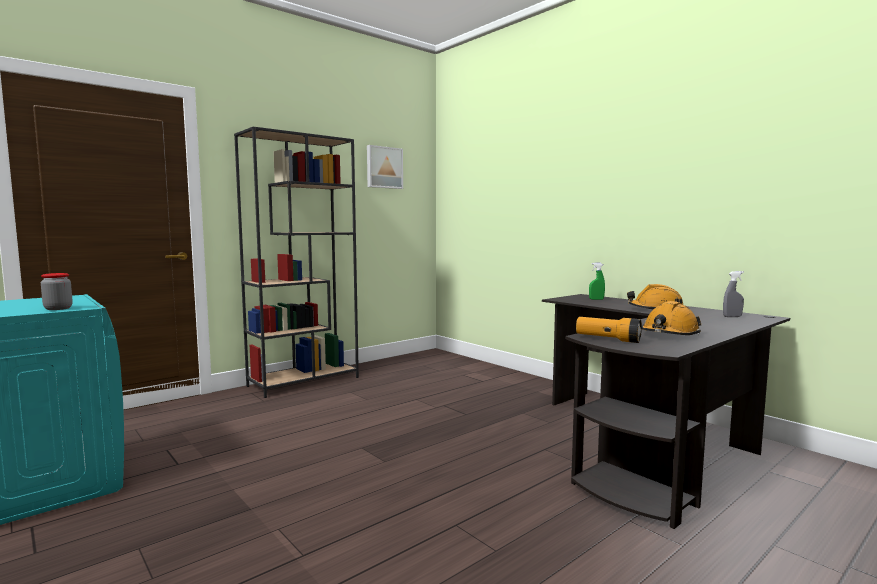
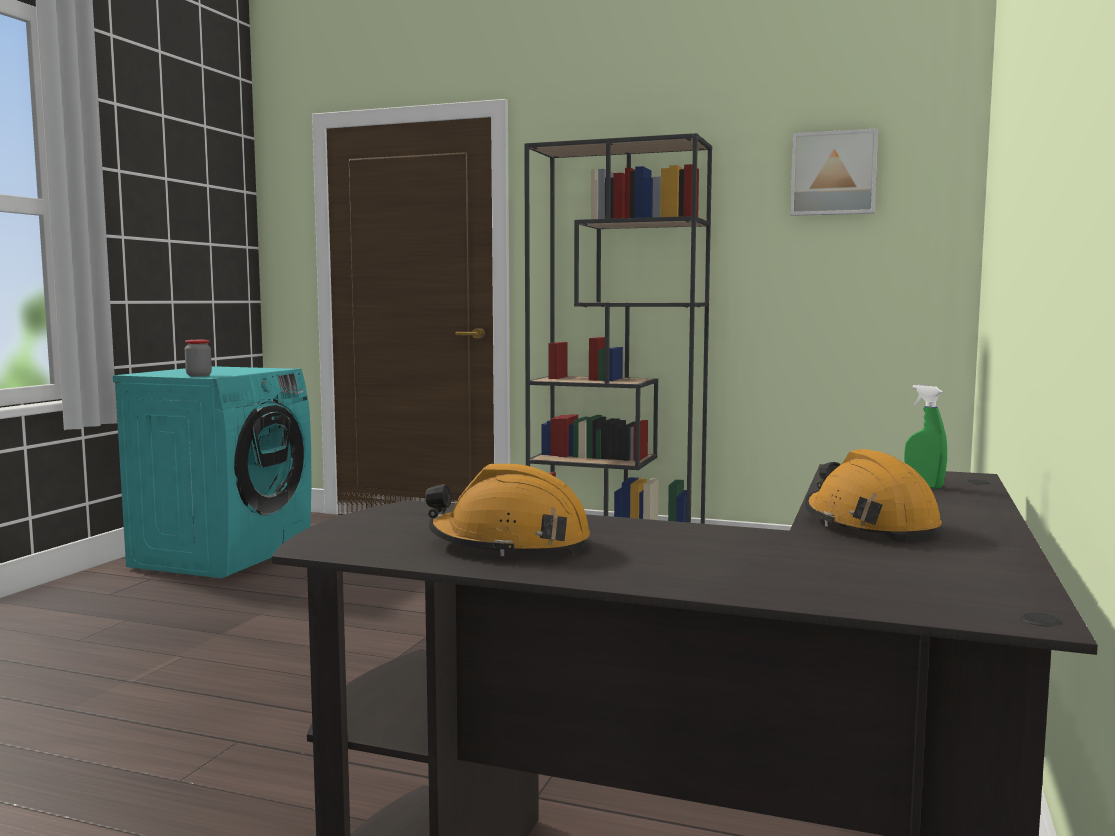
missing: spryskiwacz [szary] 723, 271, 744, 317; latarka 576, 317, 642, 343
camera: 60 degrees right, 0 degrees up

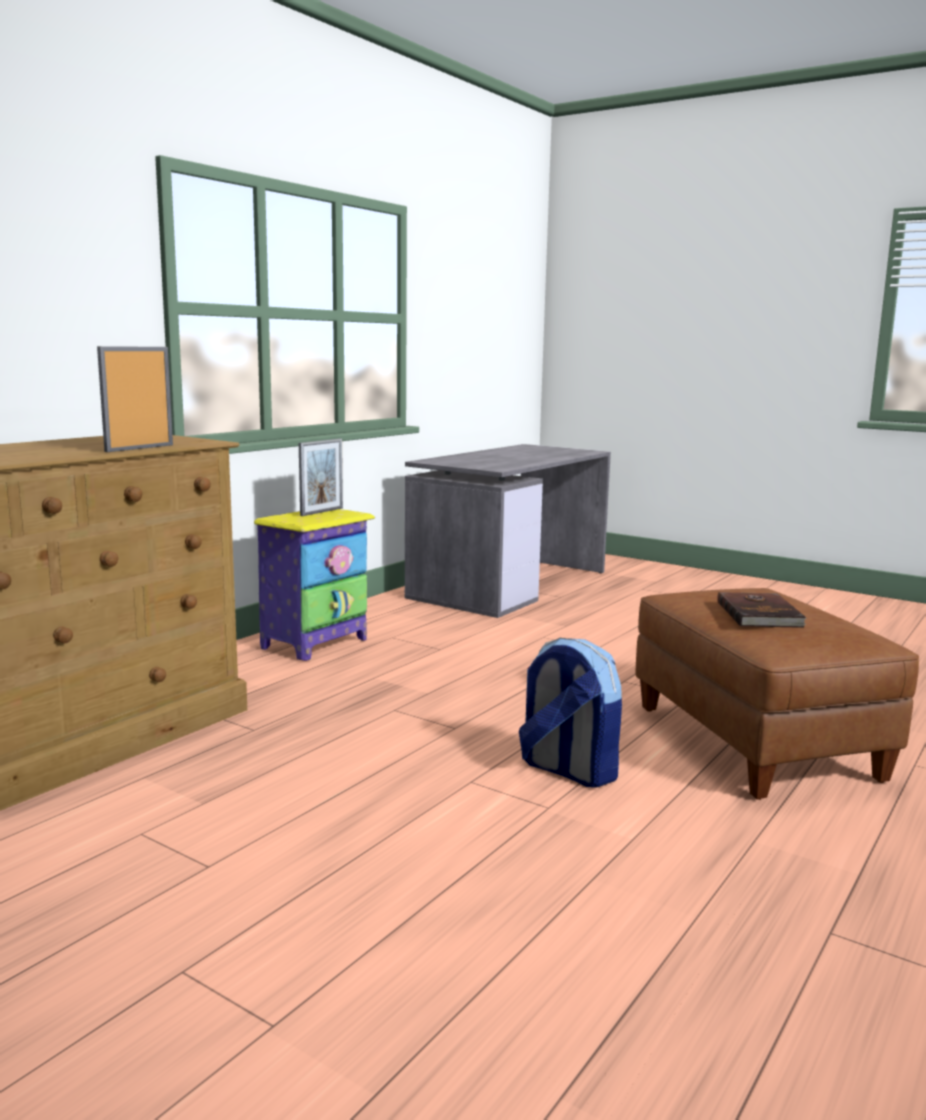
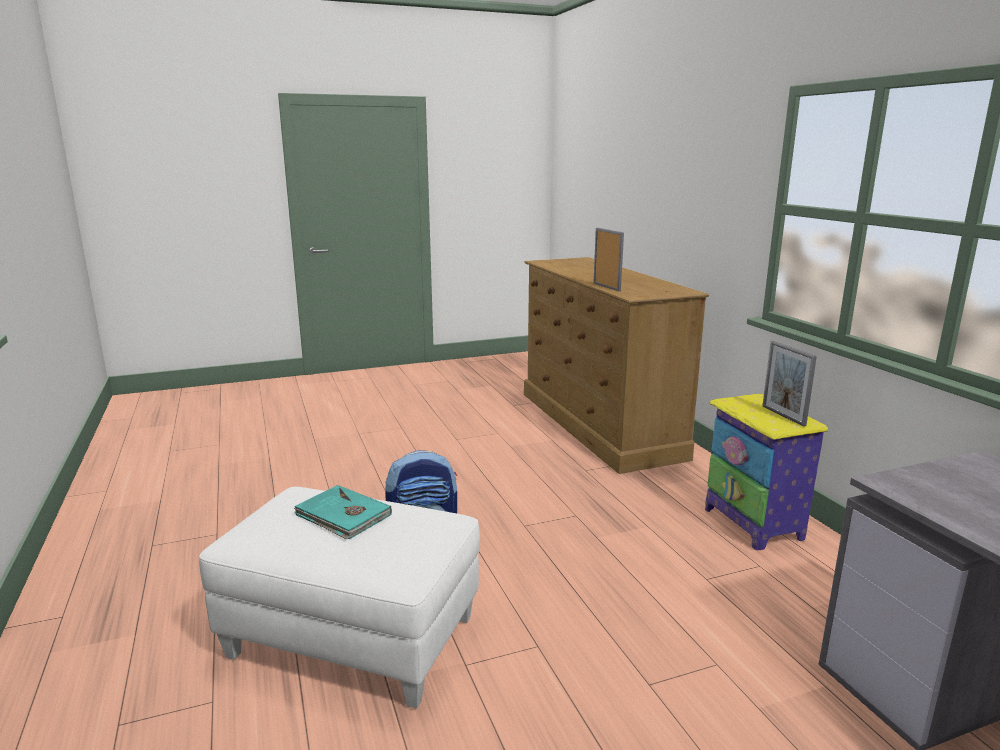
colour: pufa [brązowy] 636, 588, 919, 800 to pufa [biały] 199, 487, 480, 709; książka [brązowy] 717, 592, 807, 628 to książka [turkusowy] 294, 485, 392, 539
camera: 125 degrees right, 5 degrees up

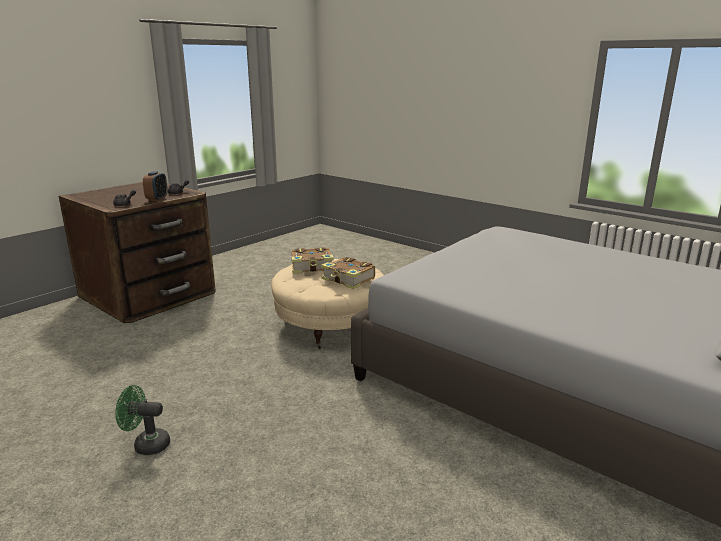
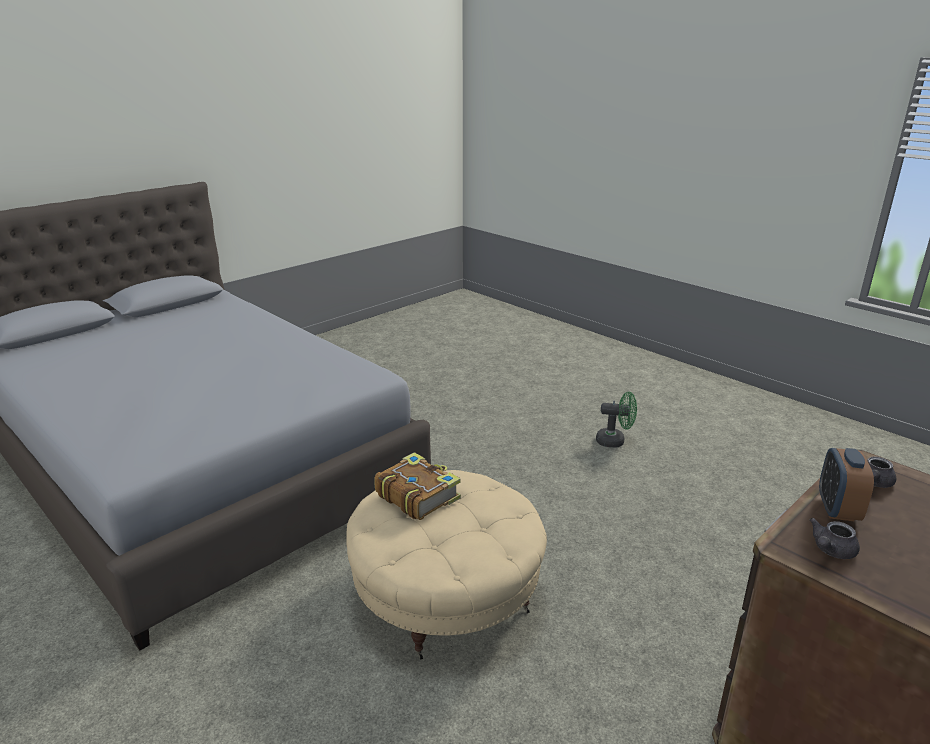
missing: książka 292, 247, 334, 273
camera: 175 degrees left, 5 degrees up

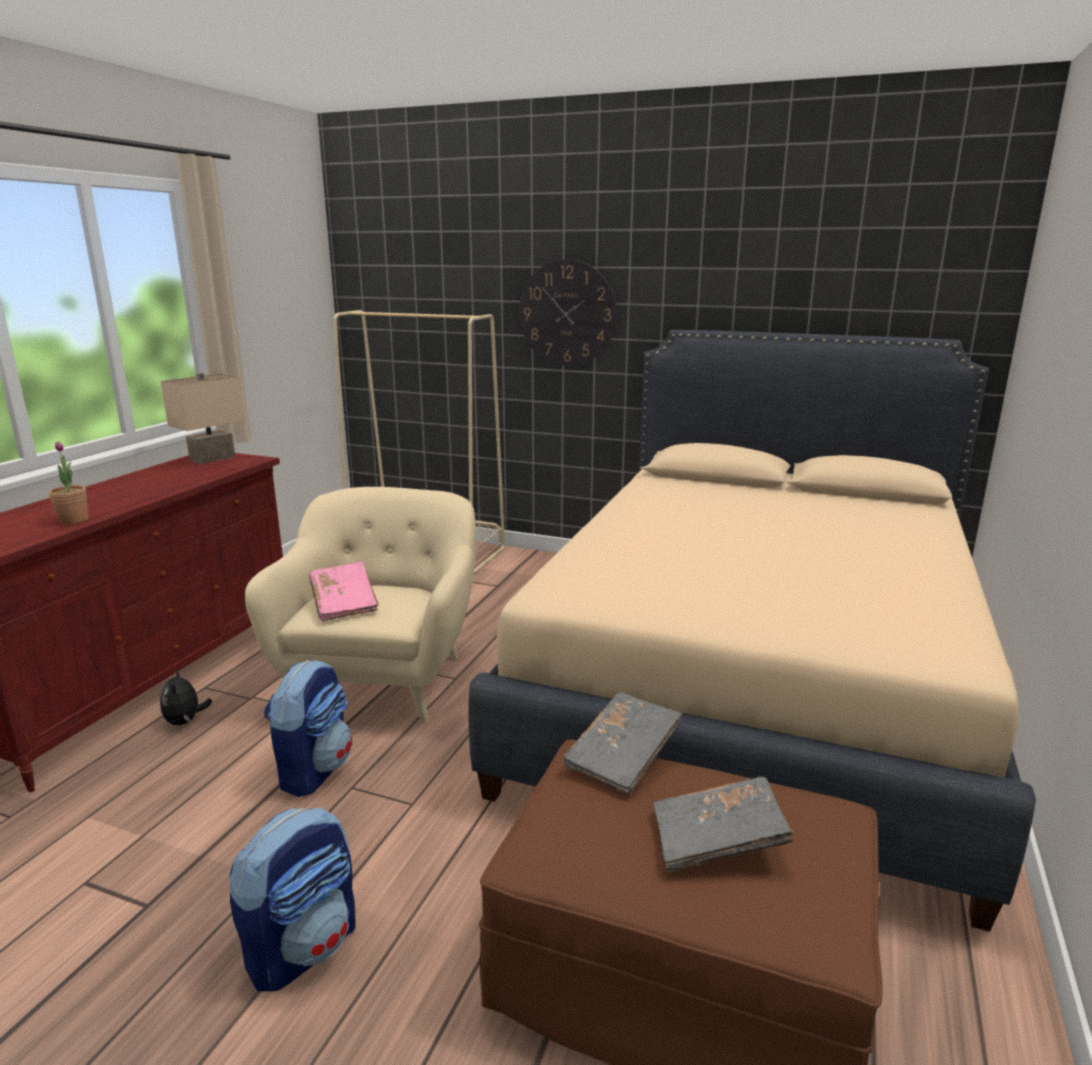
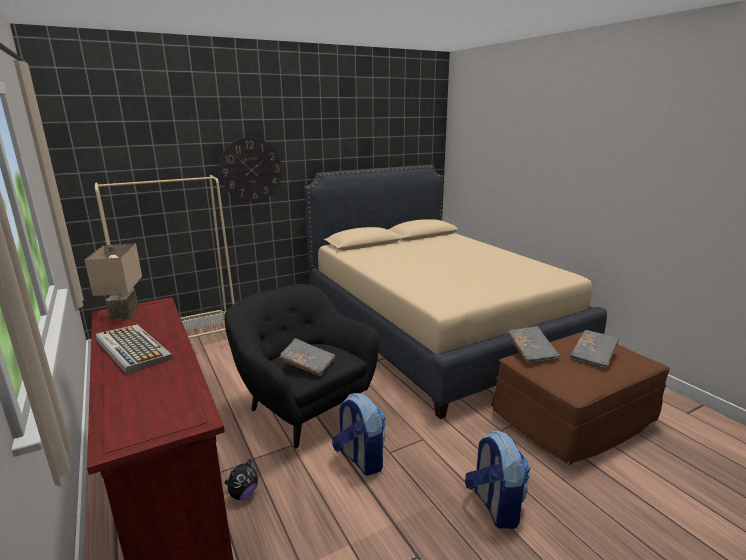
missing: roślina doniczkowa 49, 441, 89, 524
appeared: klawiatura 96, 324, 173, 374
colour: fotel [beżowy] 245, 487, 475, 723 to fotel [czarny] 224, 284, 380, 448; książka [różowy] 309, 561, 379, 621 to książka [szary] 279, 338, 335, 376
spun: pluszak 160, 668, 212, 725 = 225, 458, 258, 500 75 degrees counterclockwise
camera: 50 degrees left, 0 degrees up

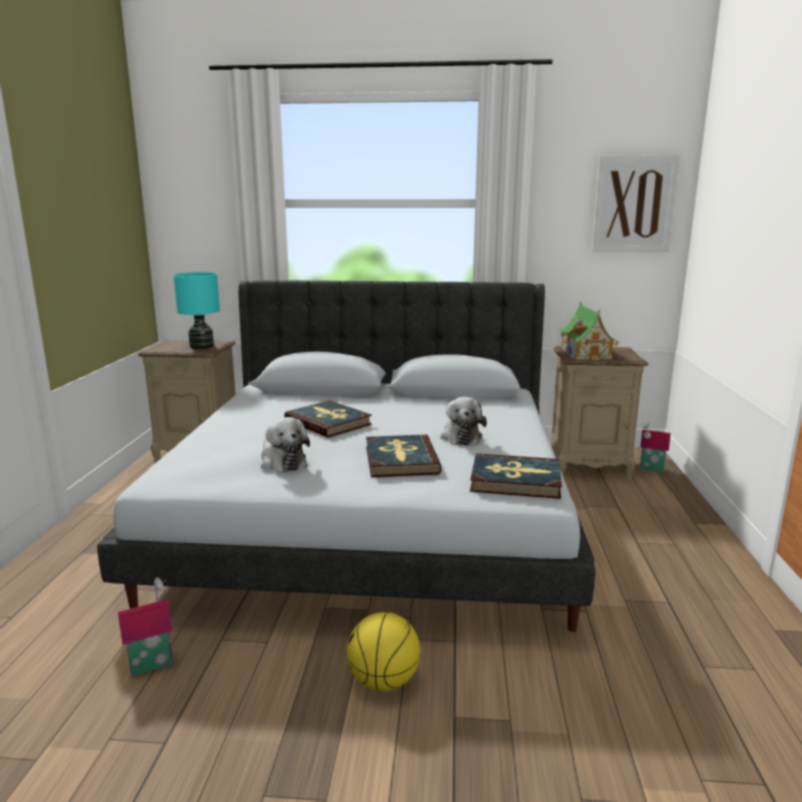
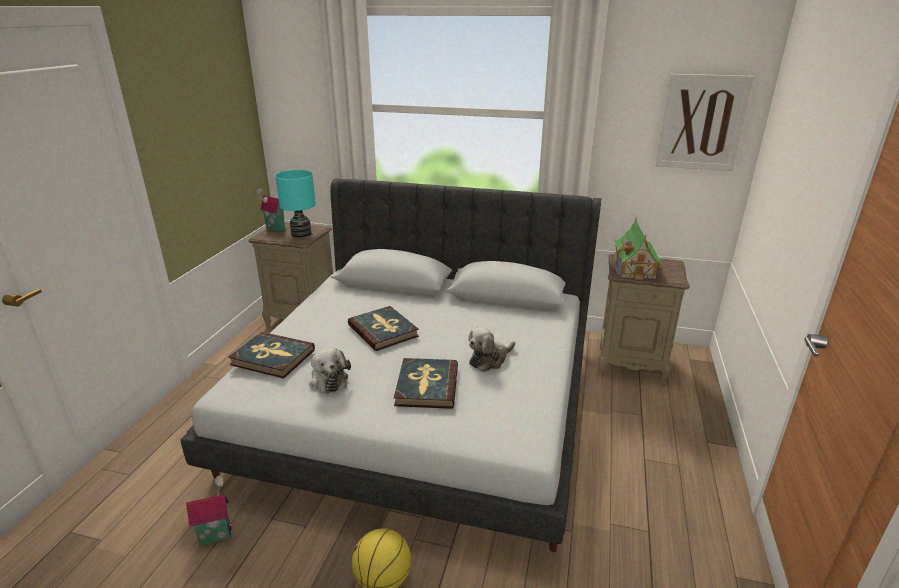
relocated: domek 639, 423, 671, 472 to 256, 189, 285, 232; książka 470, 453, 562, 499 to 228, 332, 315, 378
spun: pluszak 440, 397, 487, 445 = 468, 327, 515, 372 45 degrees clockwise
camera: 10 degrees right, 10 degrees up

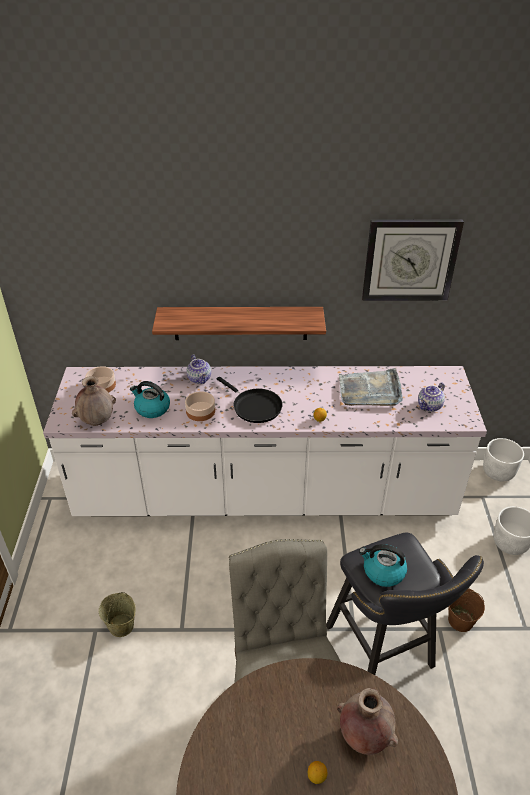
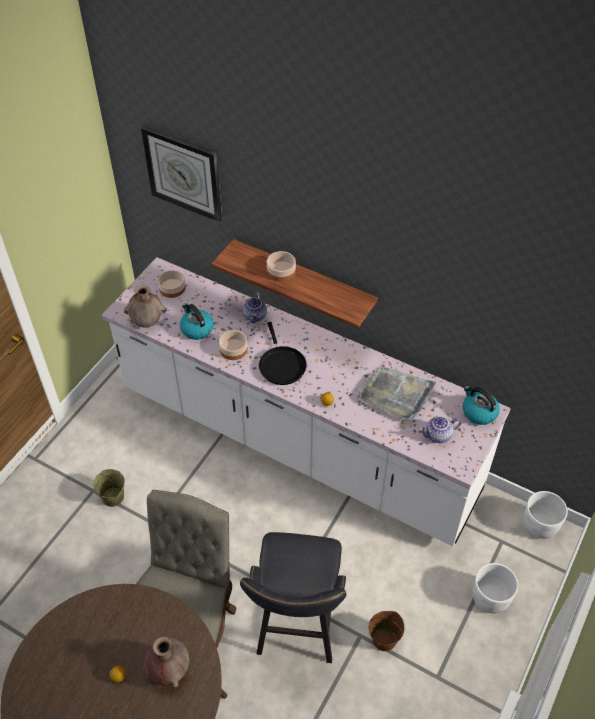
appeared: miska 267, 251, 296, 282
relocated: zegar ścienny 362, 219, 464, 301 to 141, 126, 222, 222; czajnik 359, 544, 407, 587 to 463, 386, 500, 425
camera: 30 degrees right, 10 degrees up

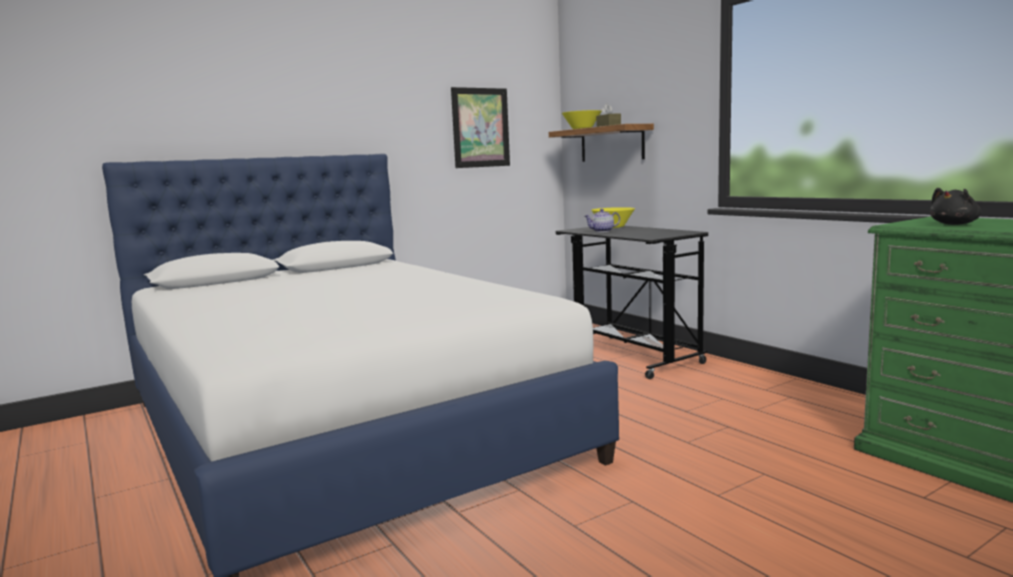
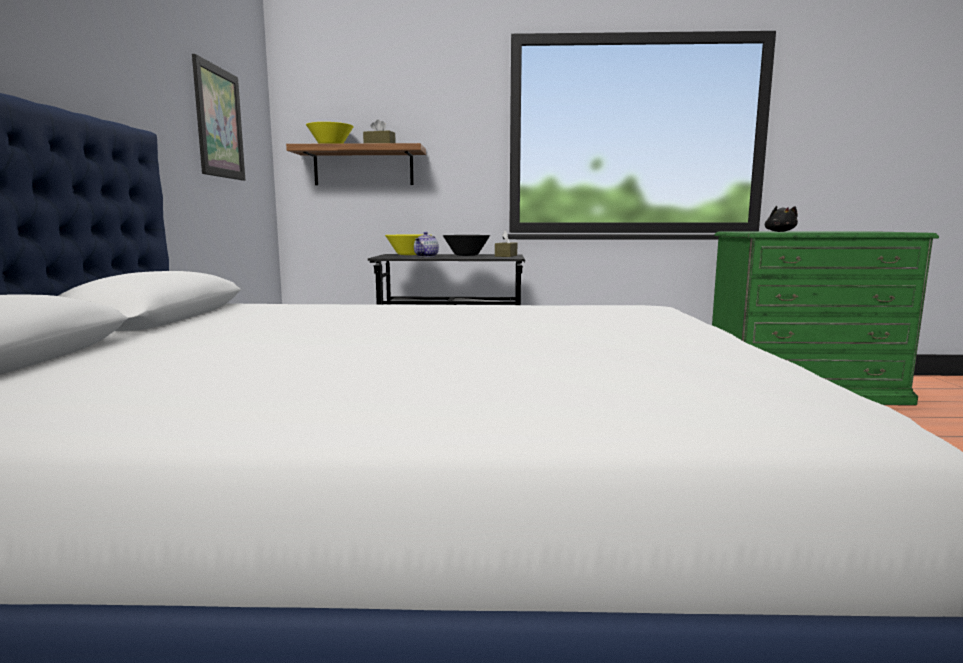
appeared: pudełko chusteczek [brązowy] 495, 230, 517, 257; miska [czarny] 443, 235, 490, 256
camera: 55 degrees left, 0 degrees up

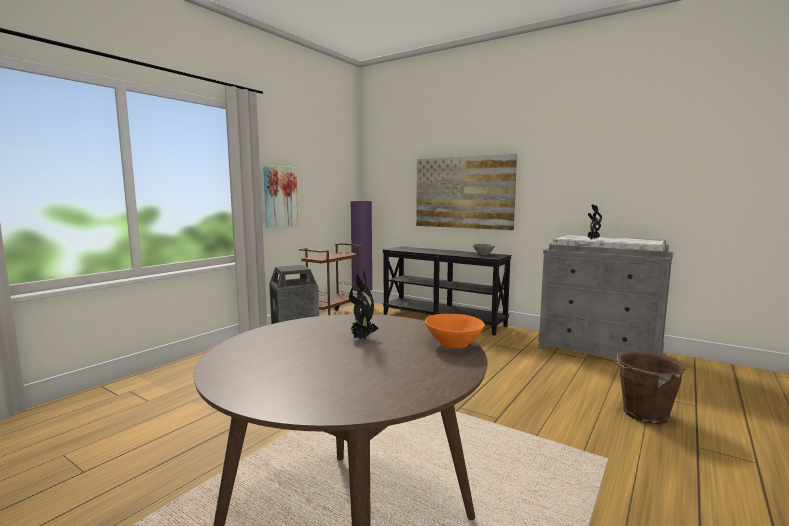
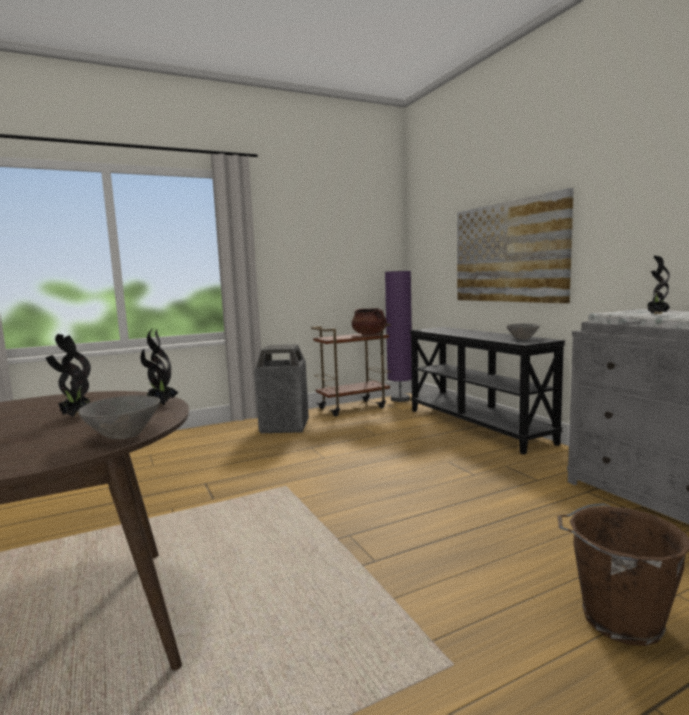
missing: obraz 263, 165, 298, 228
appeared: garnek [brązowy] 352, 308, 387, 335; roślina doniczkowa 140, 330, 179, 406
colour: miska [pomarańczowy] 425, 314, 485, 349 to miska [szary] 78, 395, 160, 439
camera: 30 degrees right, 0 degrees up

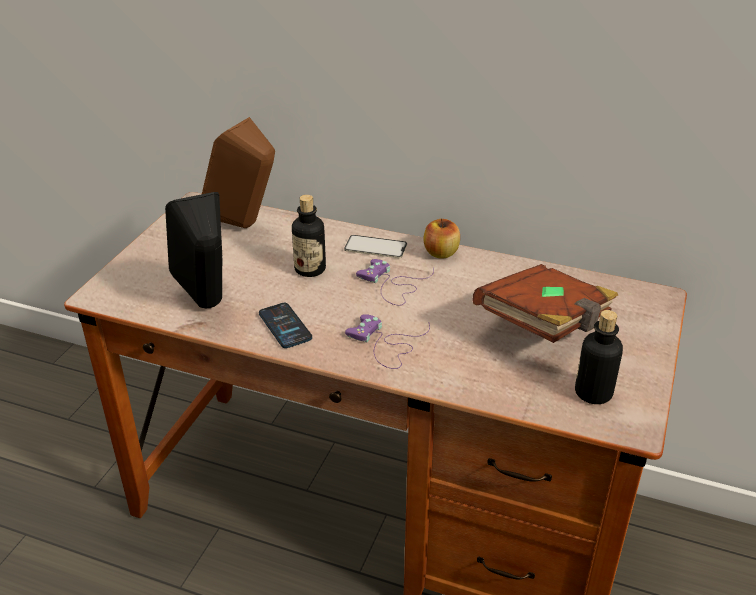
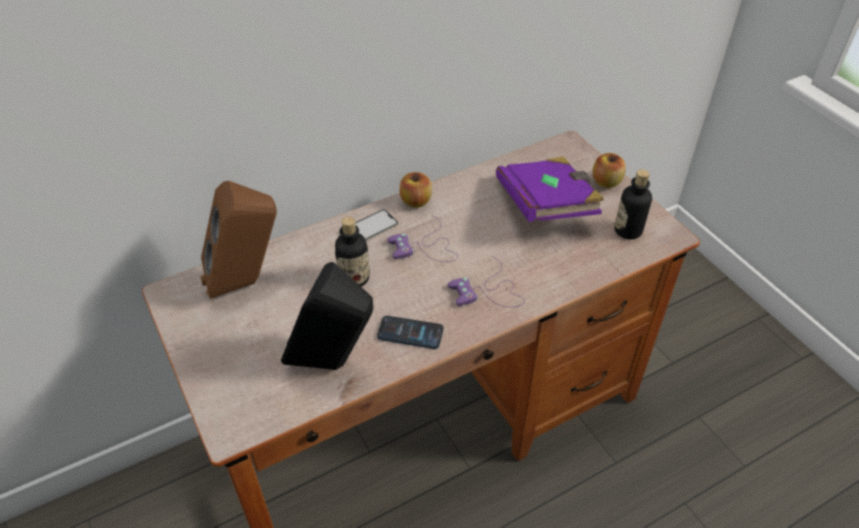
appeared: jabłko 593, 153, 626, 188
colour: książka [brązowy] 472, 264, 618, 343 to książka [fioletowy] 496, 157, 604, 222
camera: 50 degrees left, 10 degrees up

